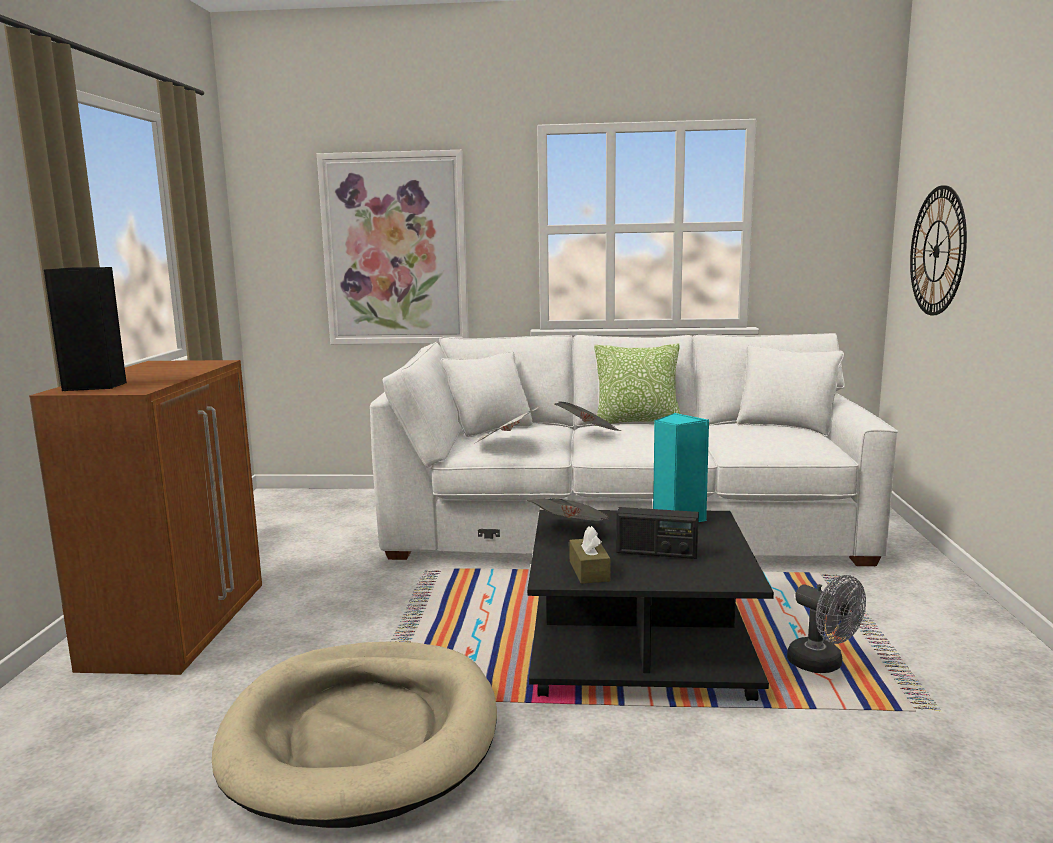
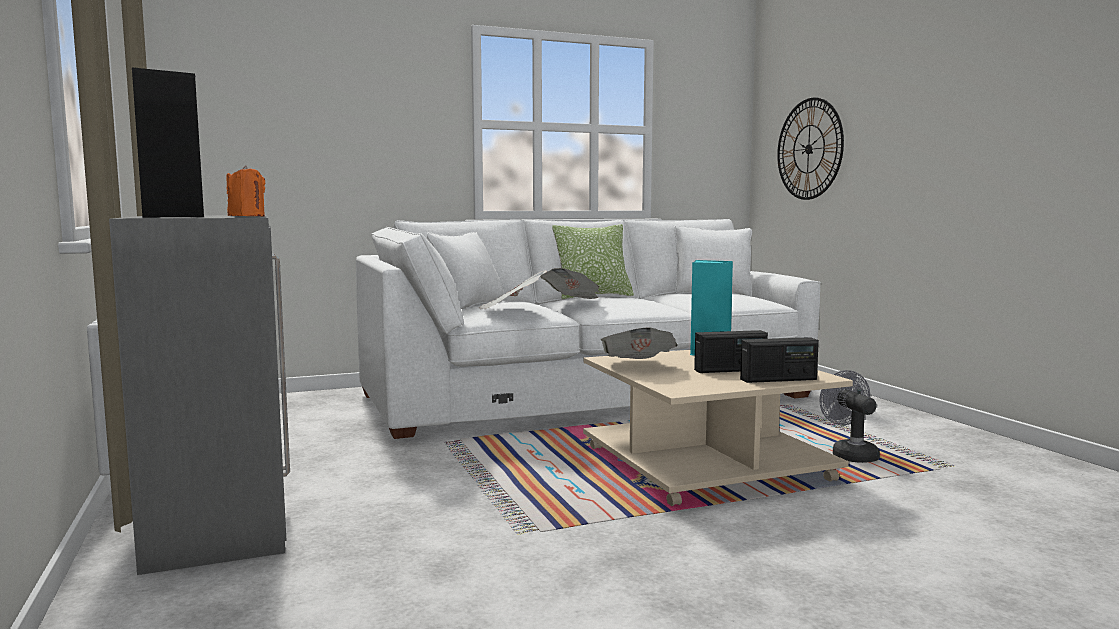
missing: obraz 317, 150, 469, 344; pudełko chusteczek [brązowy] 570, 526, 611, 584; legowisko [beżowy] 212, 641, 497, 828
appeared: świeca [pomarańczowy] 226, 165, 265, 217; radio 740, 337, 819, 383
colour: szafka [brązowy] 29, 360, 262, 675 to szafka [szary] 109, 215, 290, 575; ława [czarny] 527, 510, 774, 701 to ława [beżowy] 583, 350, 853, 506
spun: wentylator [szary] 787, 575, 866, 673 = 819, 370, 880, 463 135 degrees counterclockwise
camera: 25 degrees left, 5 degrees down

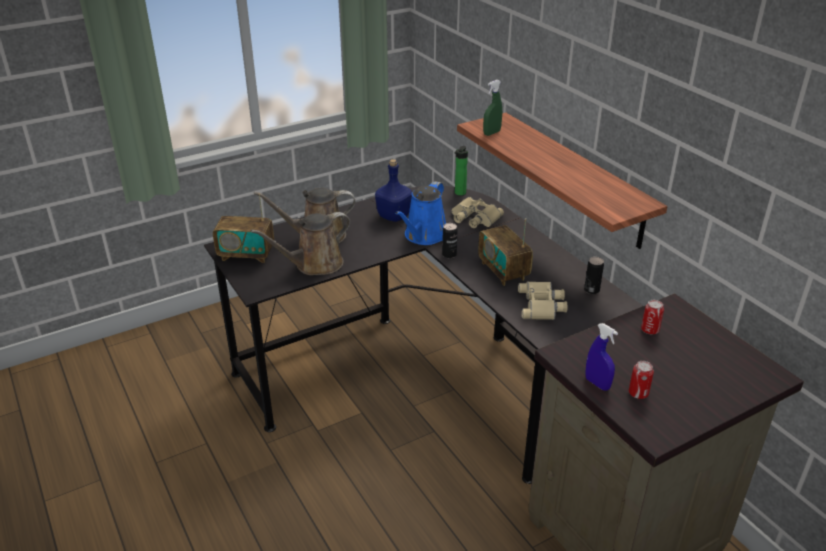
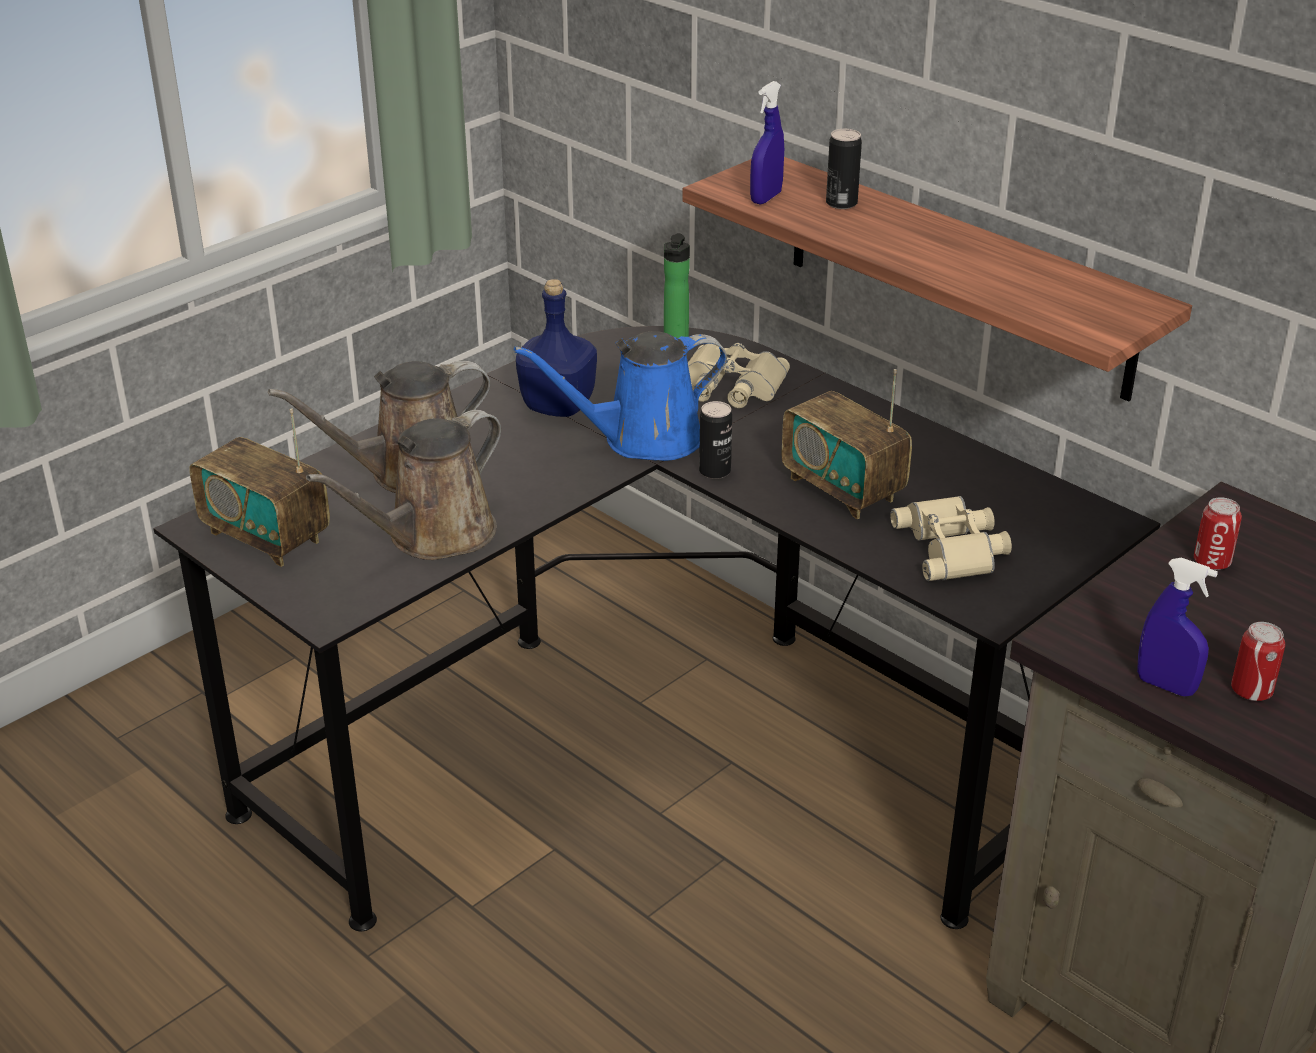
relocated: puszka 584, 257, 604, 294 to 826, 129, 862, 209
colour: spryskiwacz [zielony] 483, 80, 502, 136 to spryskiwacz [niebieski] 750, 81, 784, 205
spun: konewka [niebieski] 395, 181, 446, 245 = 514, 331, 727, 461 60 degrees clockwise; radio 213, 193, 274, 263 = 189, 408, 330, 567 45 degrees clockwise
camera: 15 degrees left, 0 degrees up

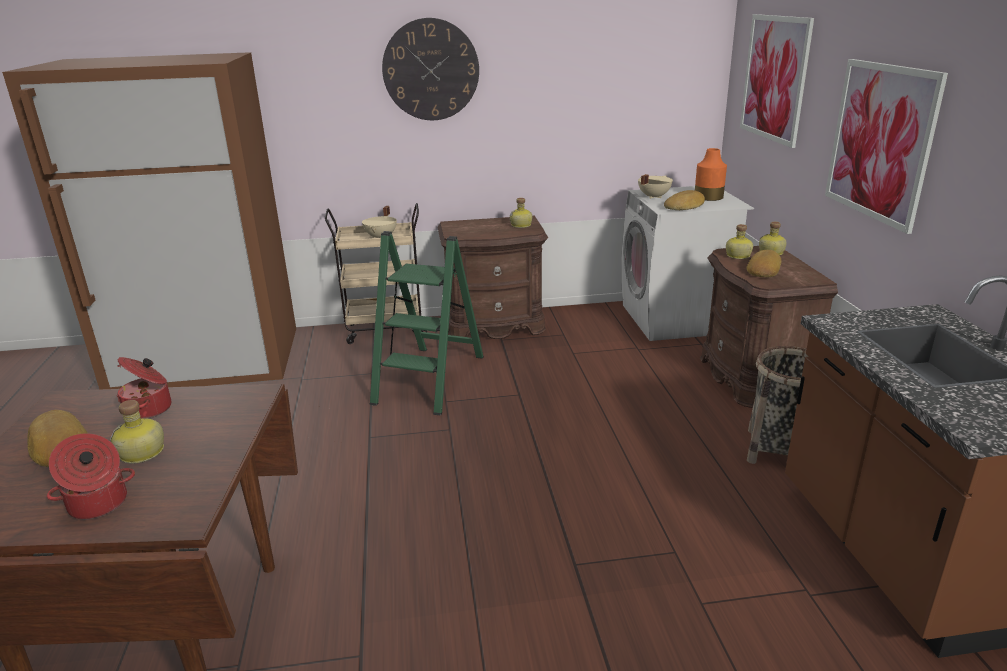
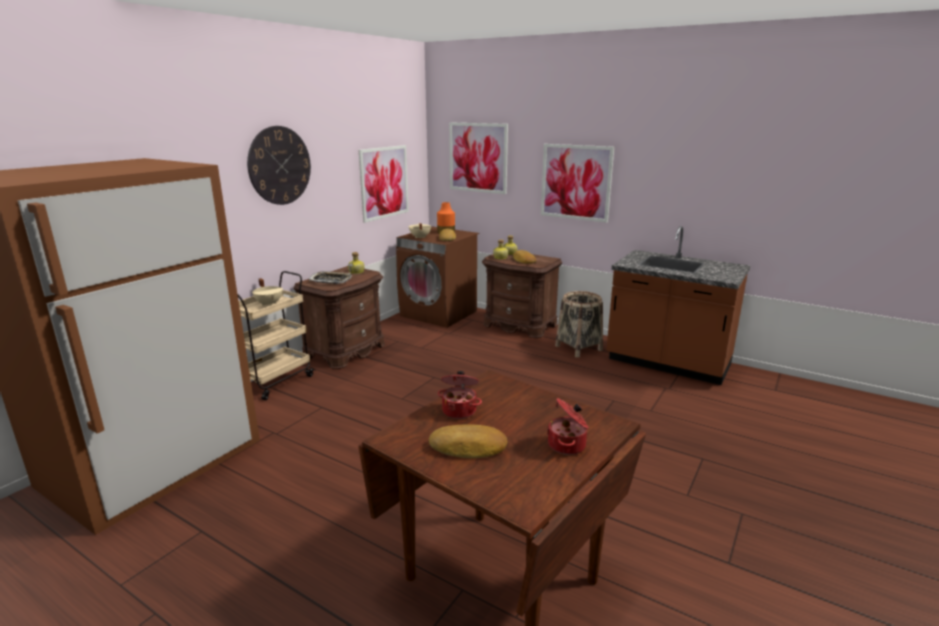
missing: drabinka [zielony] 369, 231, 484, 416; butelka 110, 400, 164, 463
appeared: obraz 359, 145, 409, 223; taca 309, 271, 352, 284
colour: pralka [biały] 621, 186, 754, 341 to pralka [brązowy] 396, 227, 480, 328
camera: 50 degrees left, 5 degrees down

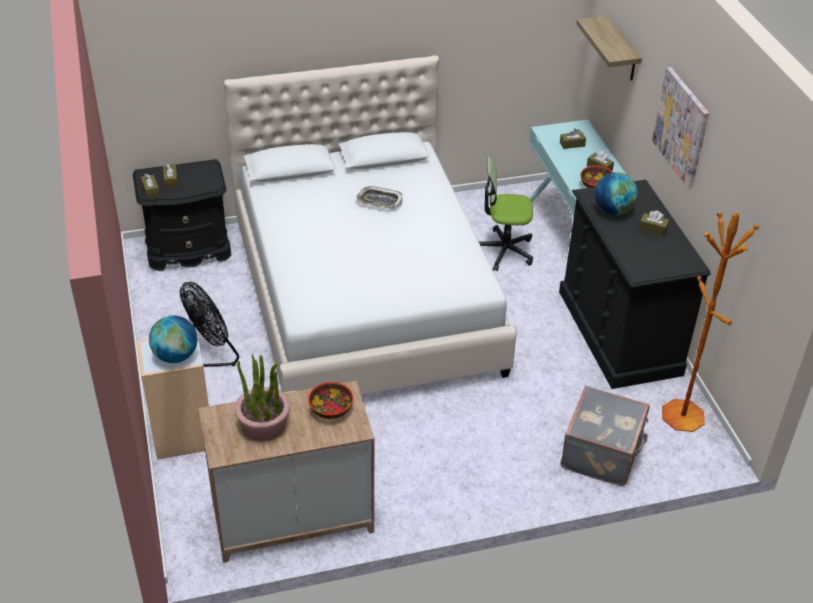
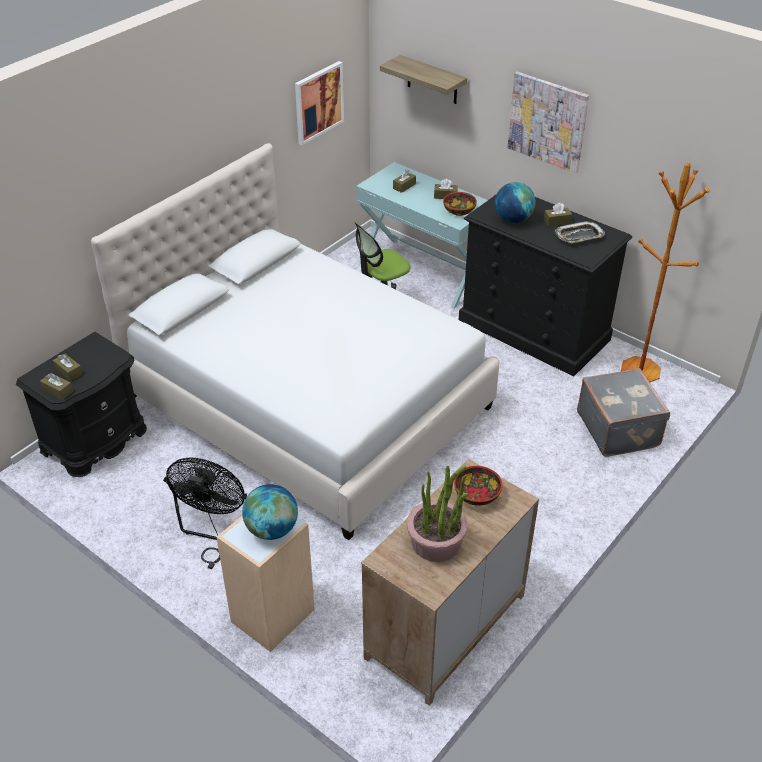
appeared: obraz 295, 61, 344, 145
relocated: taca 356, 186, 402, 209 to 555, 221, 605, 243
camera: 35 degrees left, 0 degrees up

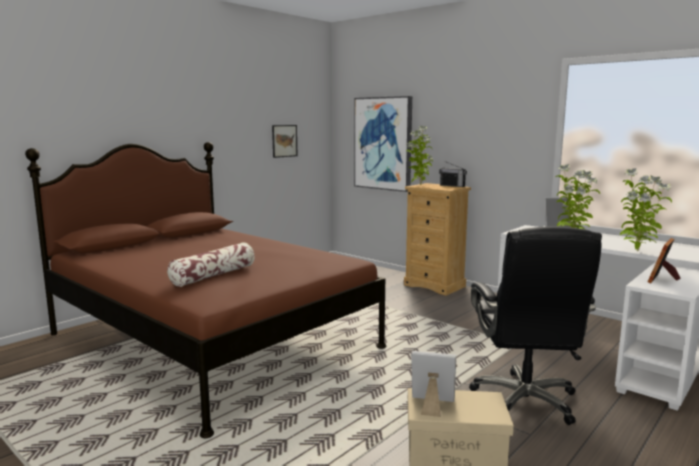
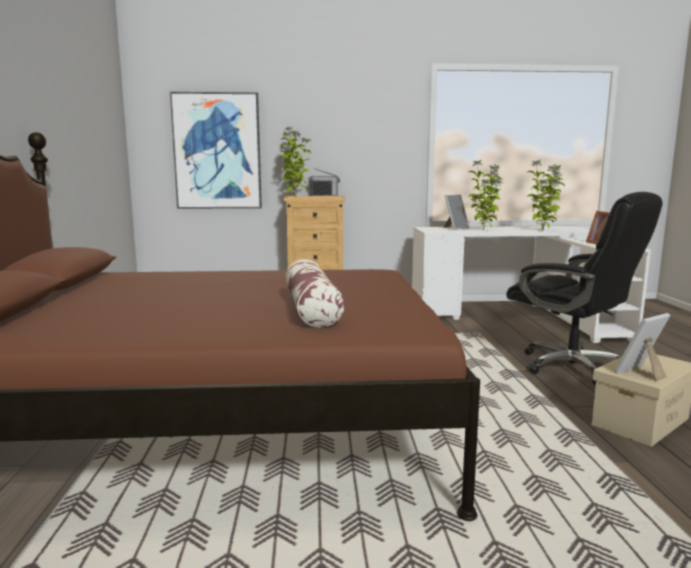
missing: obraz 272, 125, 298, 158
camera: 45 degrees left, 0 degrees up

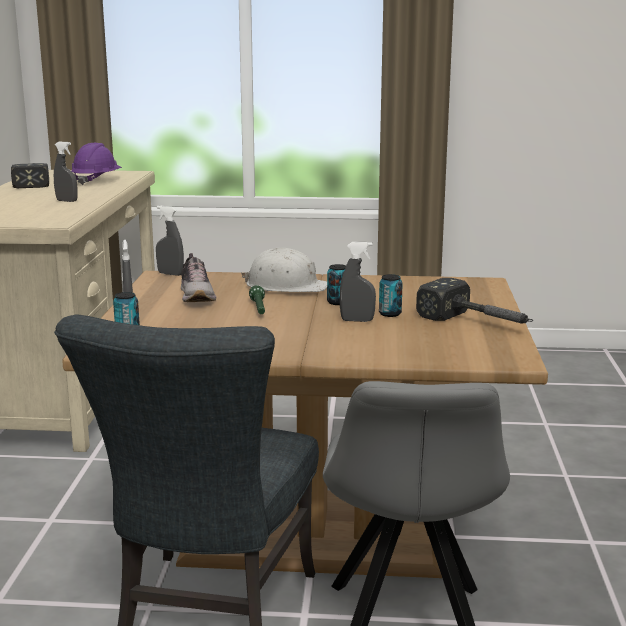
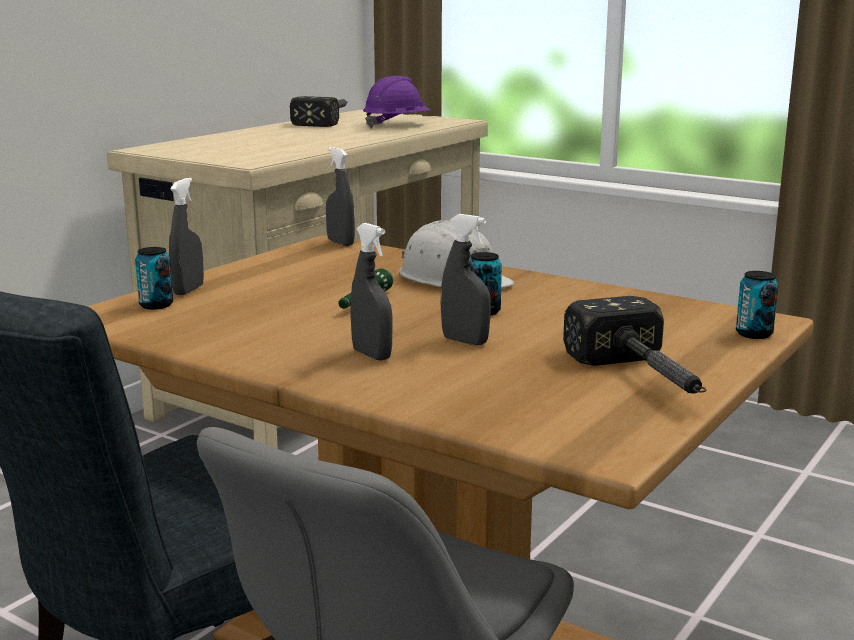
missing: but 181, 253, 216, 302
relocated: spryskiwacz [szary] 54, 142, 78, 202 to 351, 223, 393, 361; puszka 379, 274, 403, 317 to 736, 271, 778, 339
camera: 30 degrees right, 0 degrees up

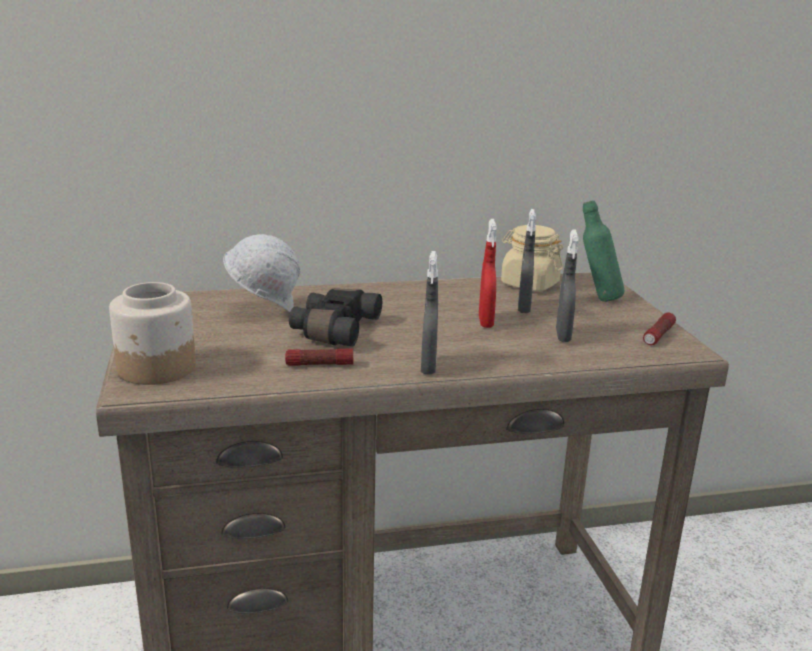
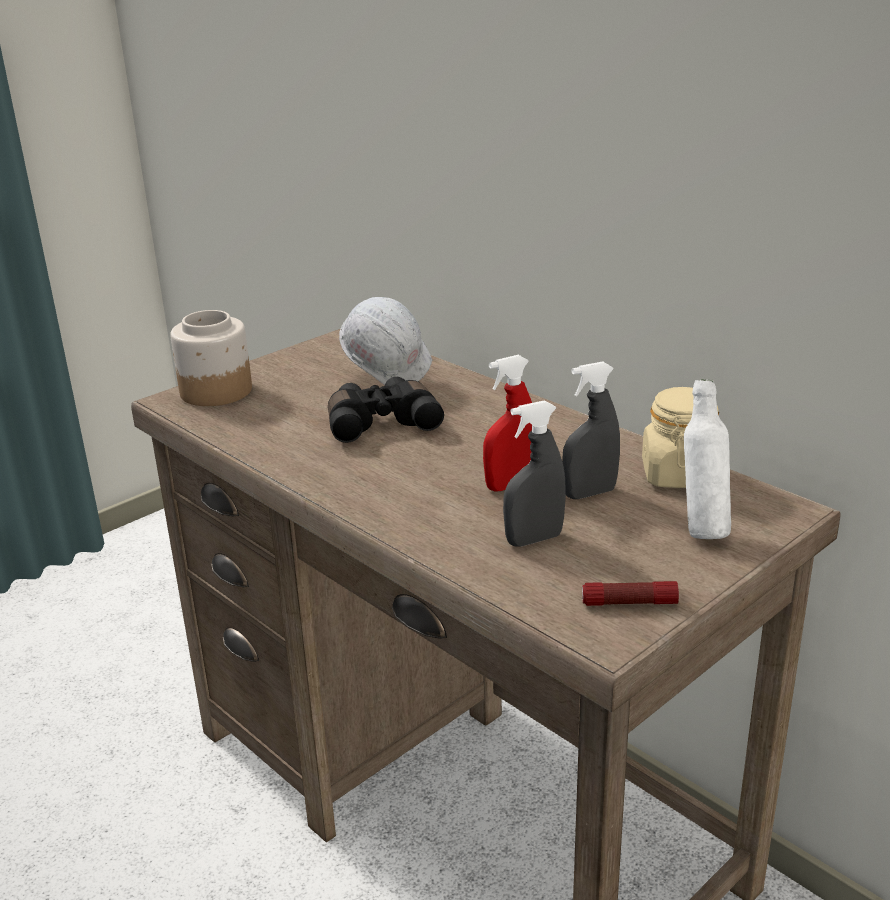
missing: spryskiwacz [szary] 421, 251, 438, 374; latarka 285, 348, 353, 366
colour: butelka [zielony] 583, 200, 624, 302 to butelka [biały] 684, 379, 731, 539
camera: 60 degrees right, 5 degrees up

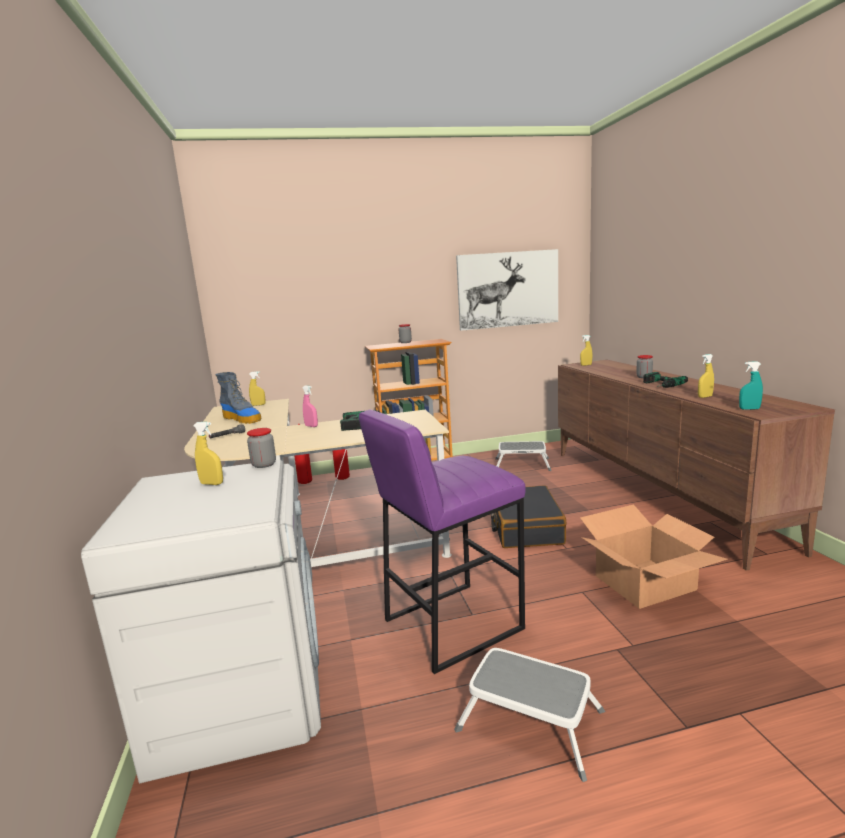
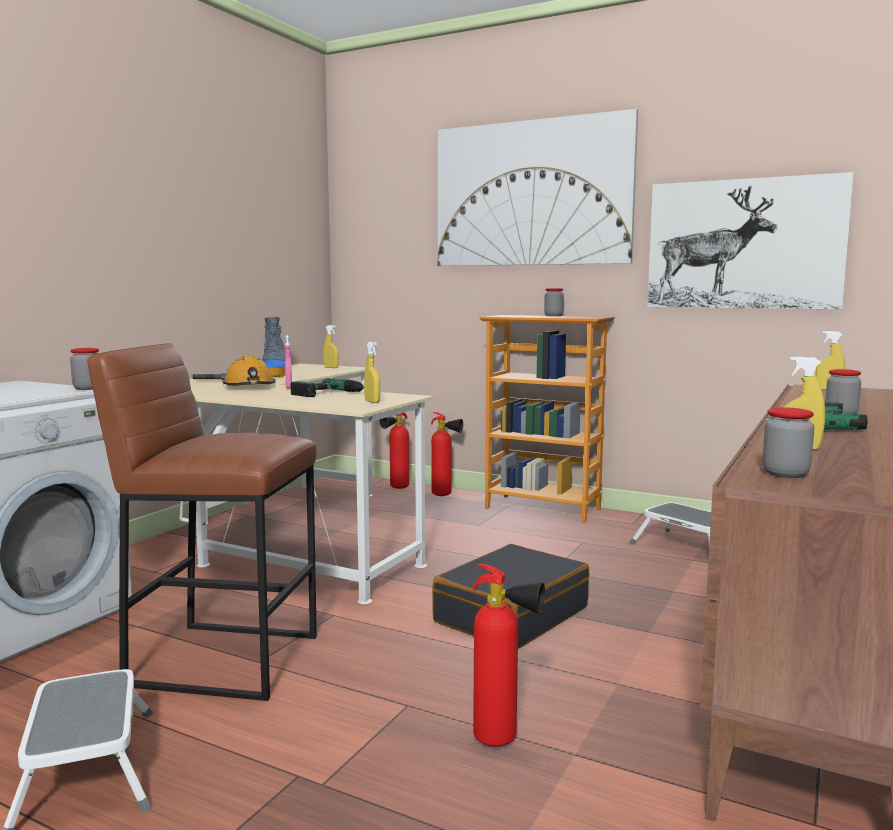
appeared: obraz 438, 109, 638, 266; kask [pomarańczowy] 223, 355, 276, 386
relocated: spryskiwacz [żółty] 193, 422, 223, 485 to 364, 342, 380, 403
exchanged: spryskiwacz [turkusowy] 739, 361, 763, 410 to słoik 763, 408, 814, 478; karton 580, 504, 727, 609 to gaśnica 473, 564, 545, 747
colour: stołek [fioletowy] 359, 410, 526, 674 to stołek [brązowy] 87, 343, 317, 701
camera: 40 degrees right, 5 degrees down

